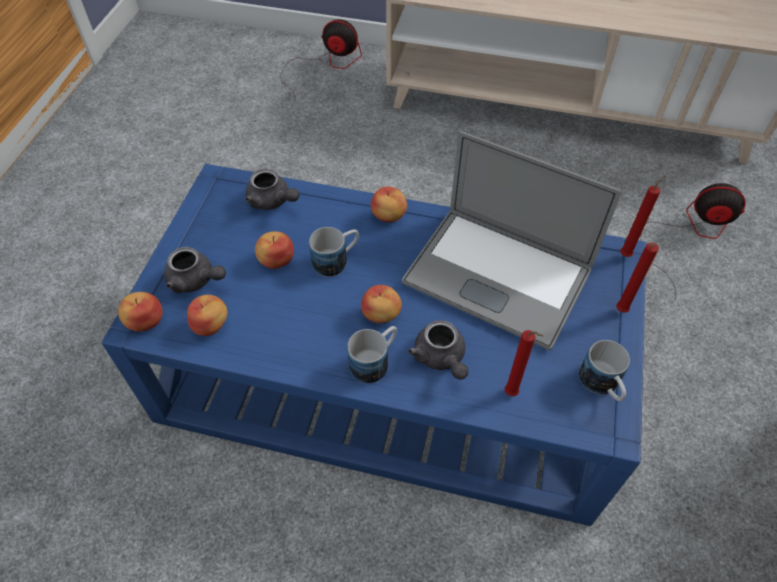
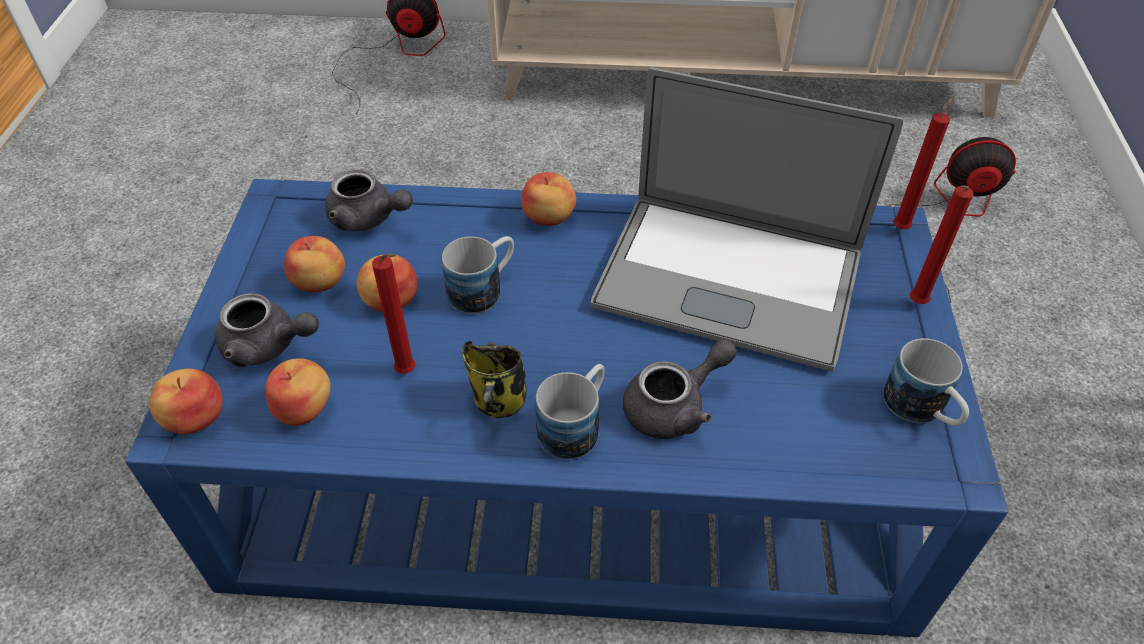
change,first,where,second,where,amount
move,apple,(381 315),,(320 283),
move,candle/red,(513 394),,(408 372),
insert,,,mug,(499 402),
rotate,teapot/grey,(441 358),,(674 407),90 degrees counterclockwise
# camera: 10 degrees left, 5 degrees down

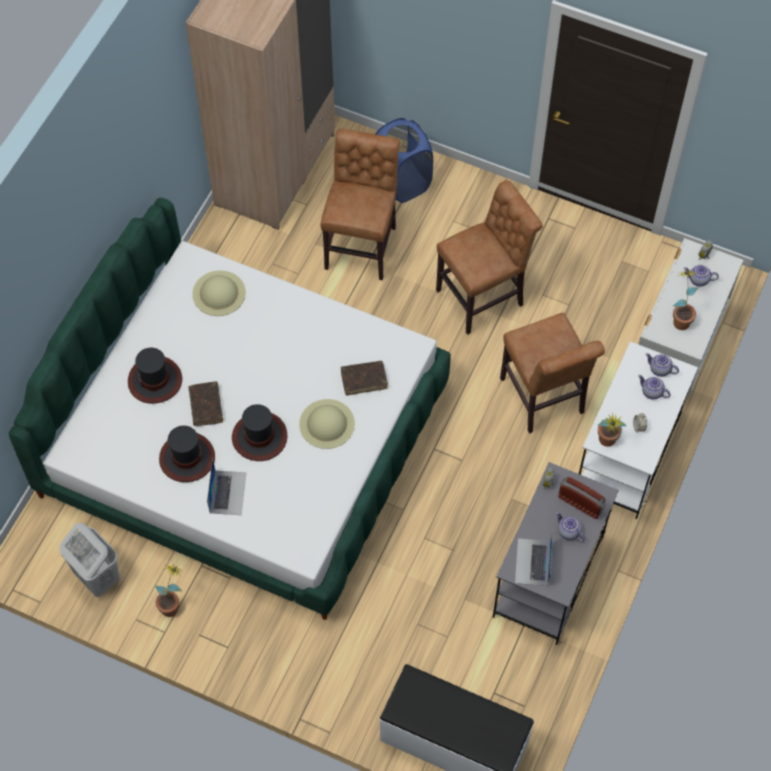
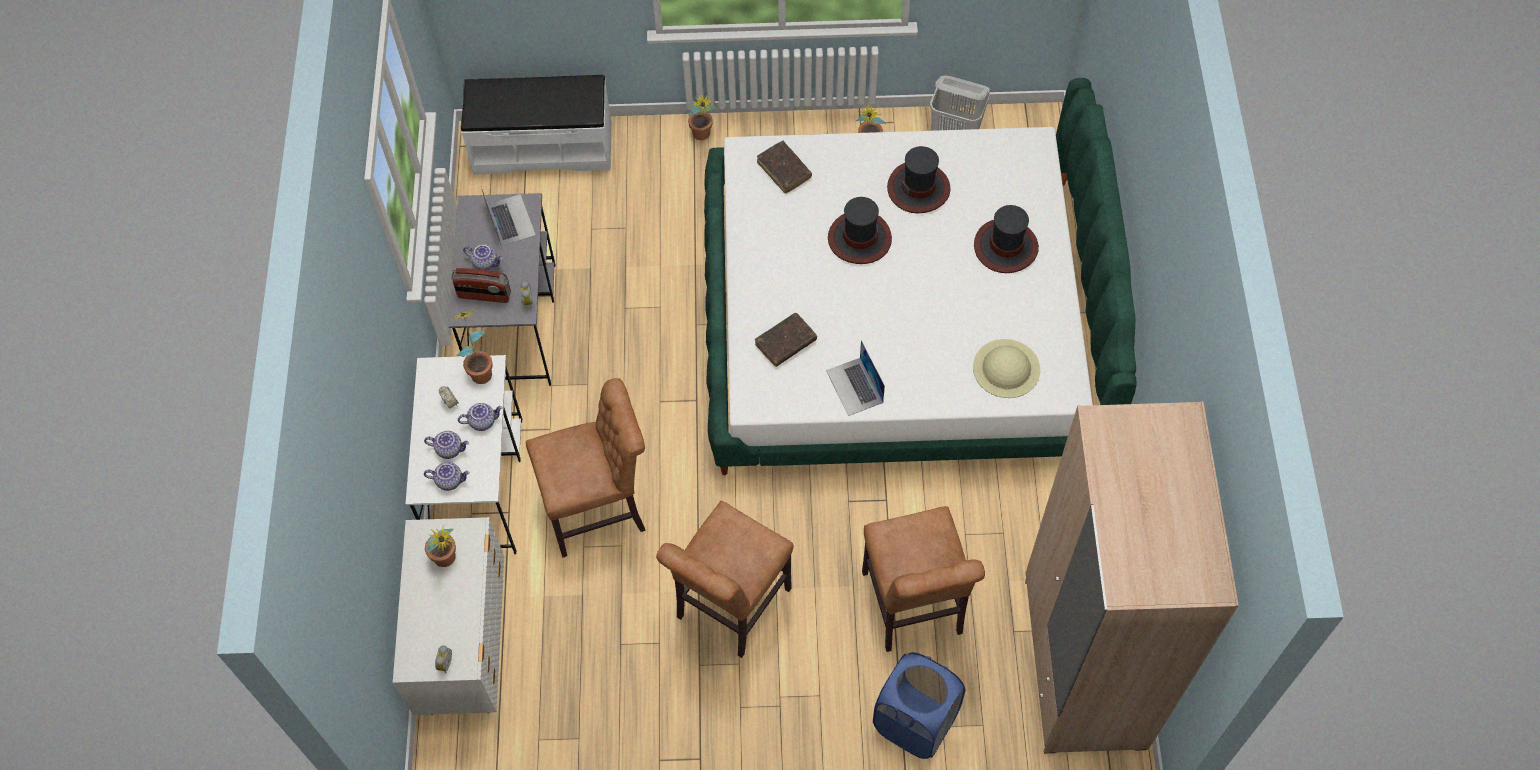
change,first,where,second,where,amount
move,teapot,(698 280),,(483 421),
rotate,chair/brown,(544 399),,(600 509),120 degrees clockwise
insert,,,potted plant,(702 137),
move,book/brown,(206 406),,(784 170),
move,laptop,(228 492),,(854 386),
delete,hat/beige,(327 423),,,
# camera: 155 degrees right, 0 degrees up

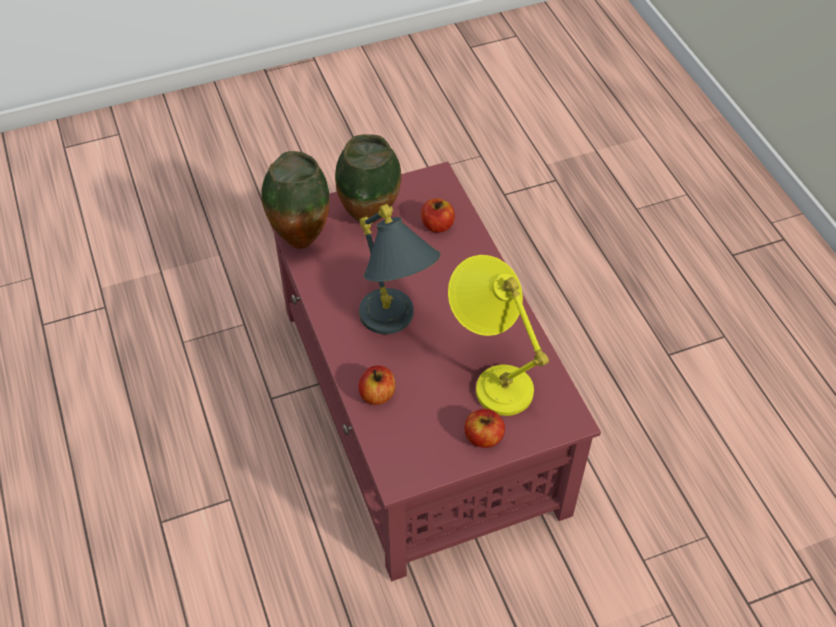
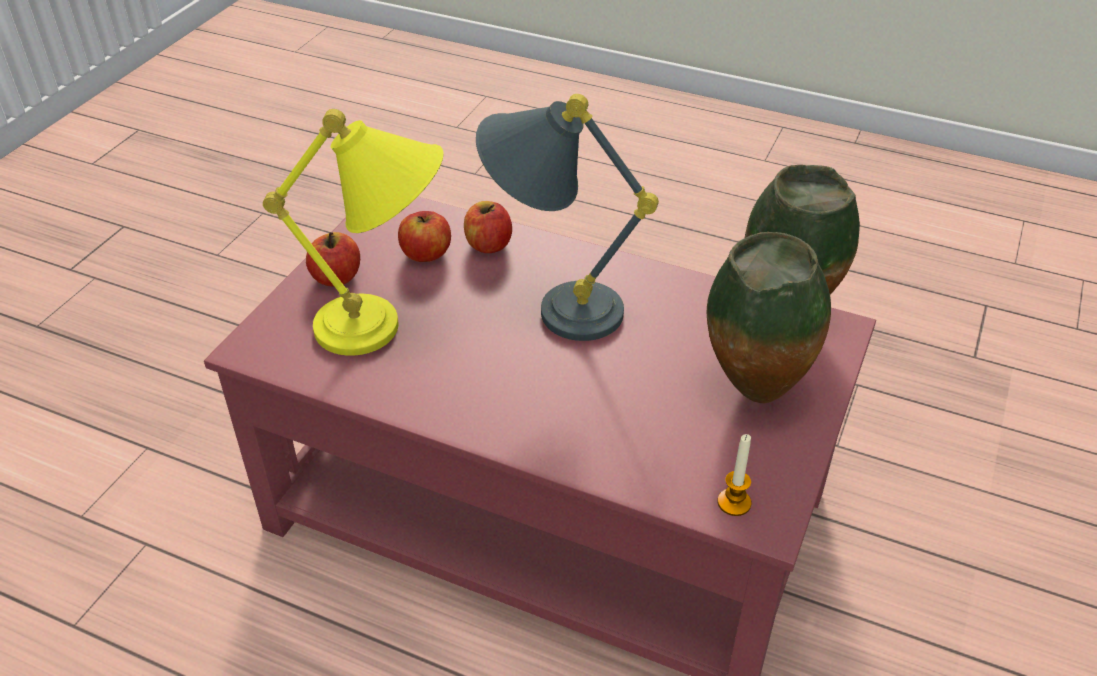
change,first,where,second,where,amount
move,apple,(437 225),,(426 254),
insert,,,candle,(734 503),
# camera: 135 degrees right, 10 degrees down

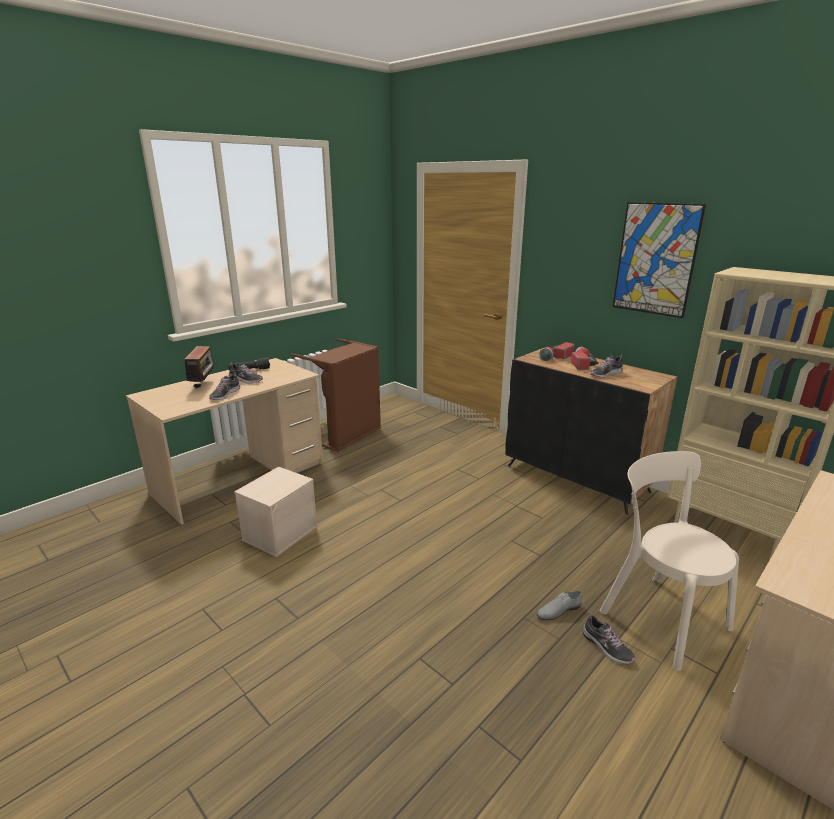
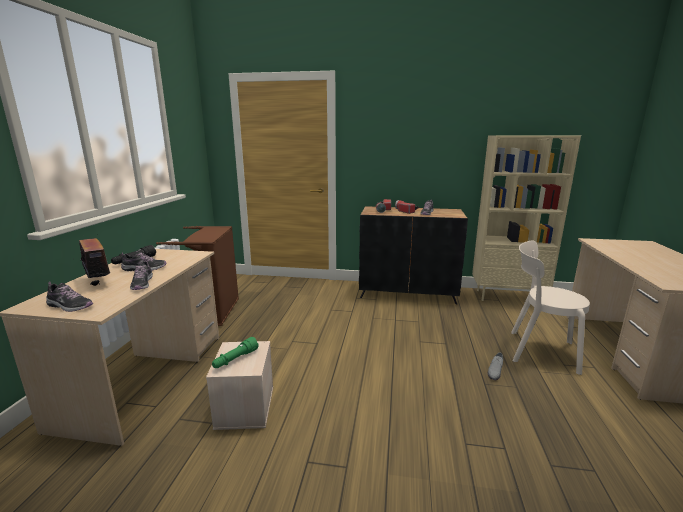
change,first,where,second,where,amount
move,shoe,(607 647),,(70 306),
insert,,,flashlight/green,(235 359),
delete,picture,(655 259),,,
# camera: 35 degrees left, 5 degrees down

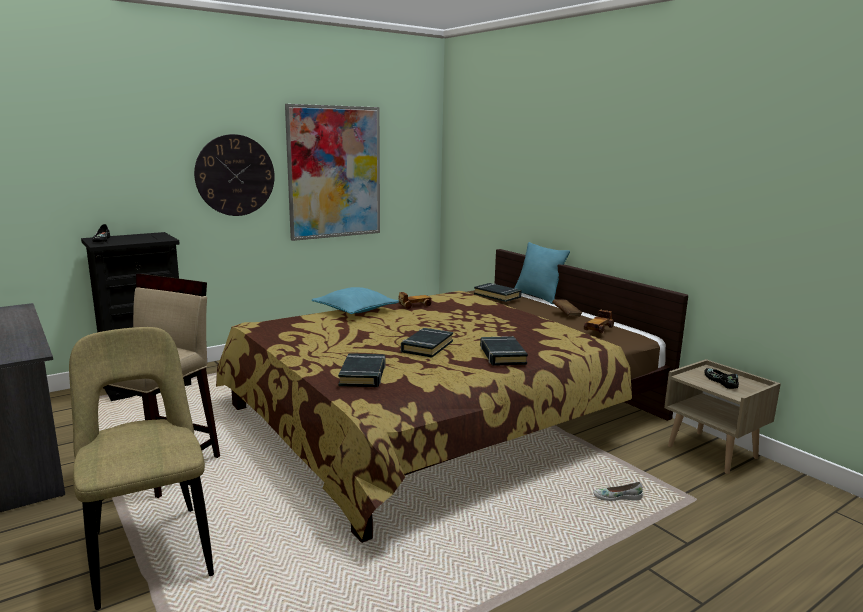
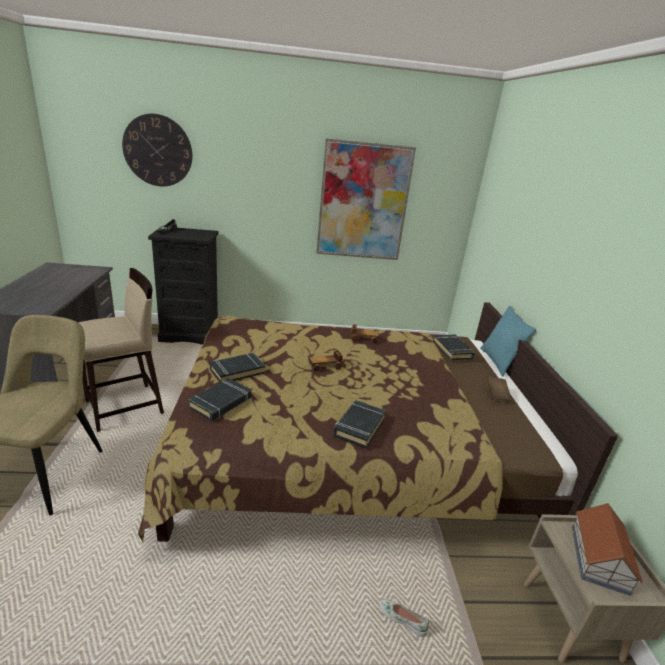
change,first,where,second,where,amount
move,wall clock,(235 175),,(158 151),
move,book/black,(427 346),,(237 371),
move,toy car,(598 328),,(325 366),
replace,shoe/black,(721 381),toy house,(598 559),
delete,pillow/turquoise,(355 310),,,
# camera: 30 degrees right, 10 degrees up

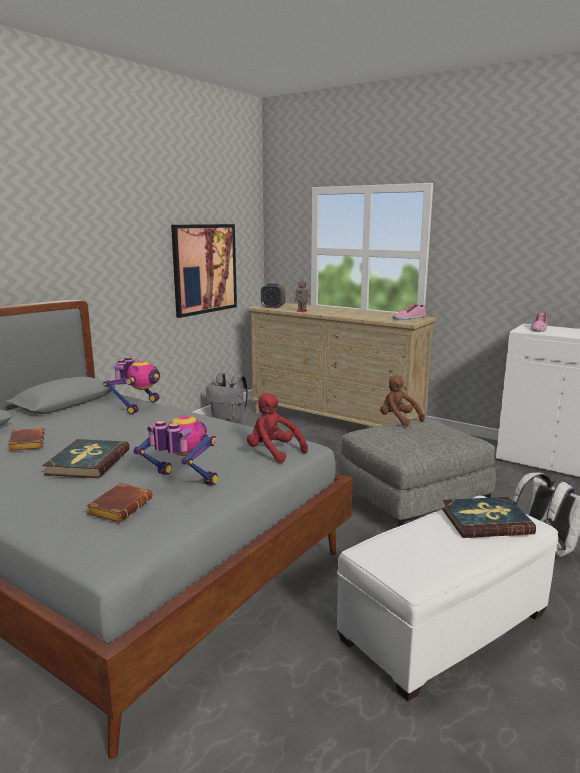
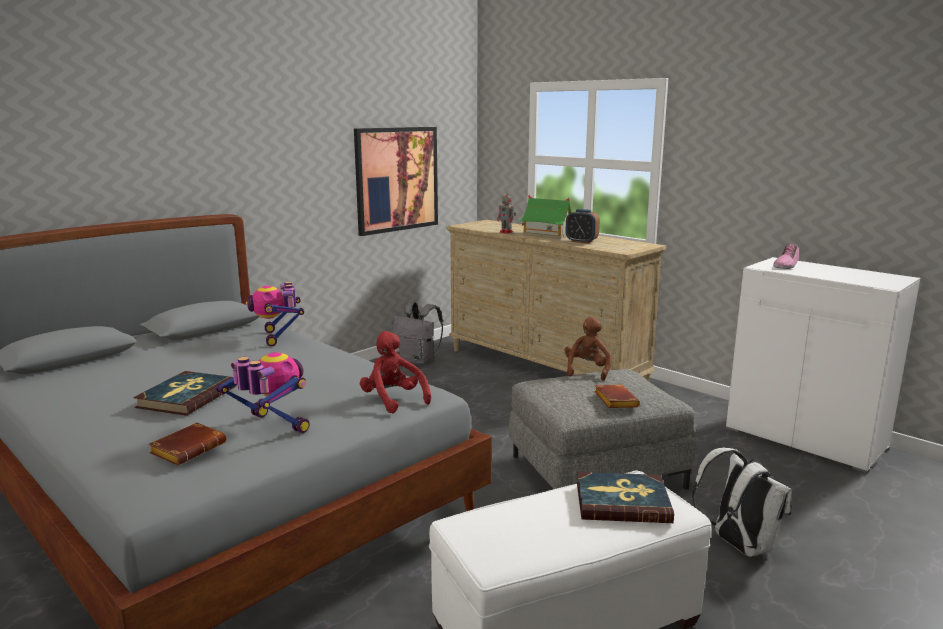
change,first,where,second,where,amount
rotate,toy robot,(138 406),,(278 337),135 degrees clockwise
insert,,,toy house,(547 234),
rotate,plush toy/brown,(398 420),,(587 370),45 degrees clockwise
move,alarm clock,(273 307),,(581 241),
move,book/brown,(26 443),,(614 400),
delete,shoe,(409 318),,,
# camera: 10 degrees right, 0 degrees up

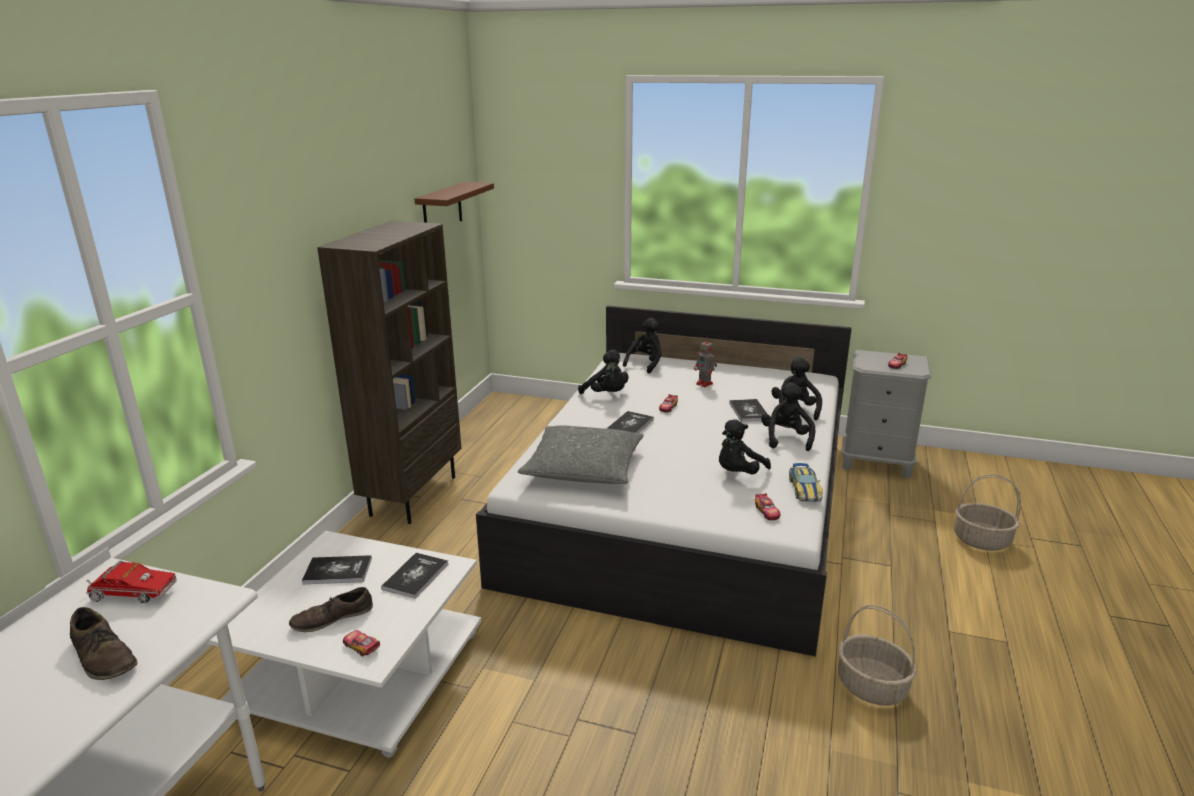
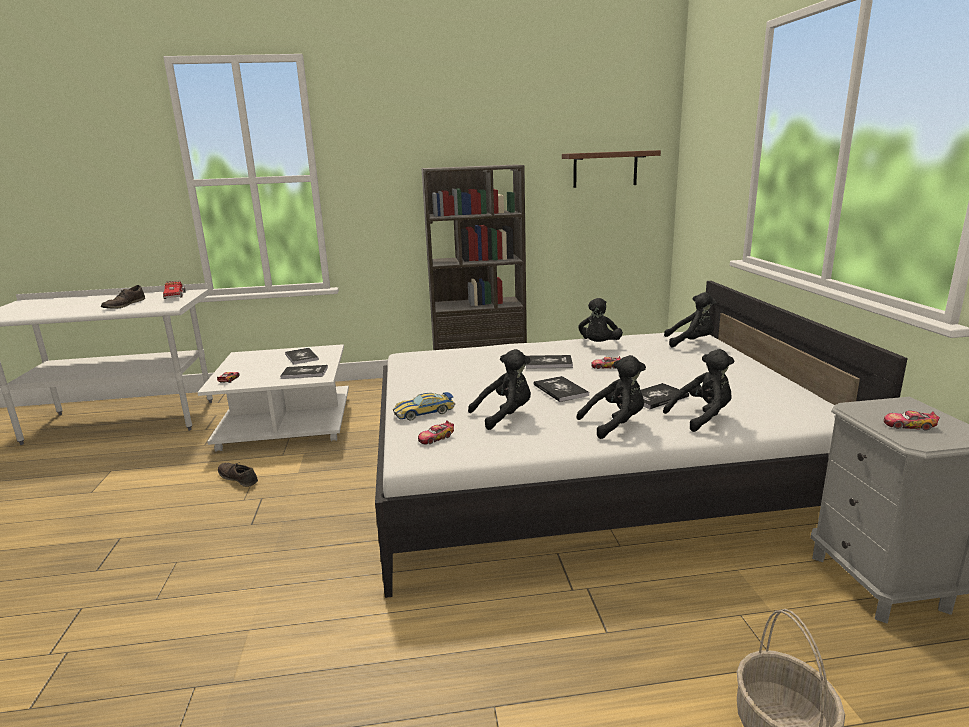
change,first,where,second,where,amount
move,shoe/brown,(332 618),,(238 478),
move,toy car,(804 489),,(424 412),
rotate,plush toy/black,(738 473),,(505 415),135 degrees clockwise
insert,,,book,(560 390),
delete,pillow/grey,(583 468),,,
delete,toy robot,(705 384),,,
delete,basket,(872 686),,,
# camera: 65 degrees right, 5 degrees down

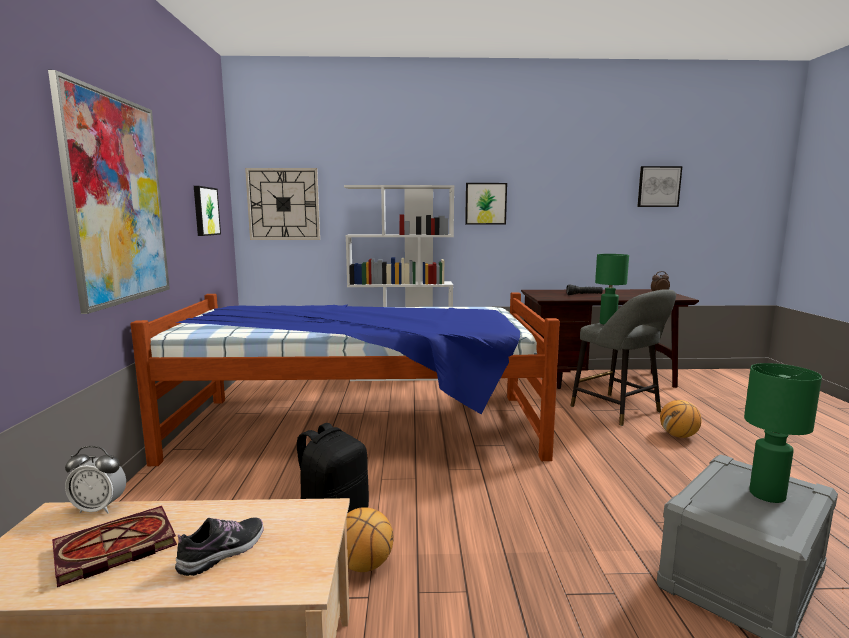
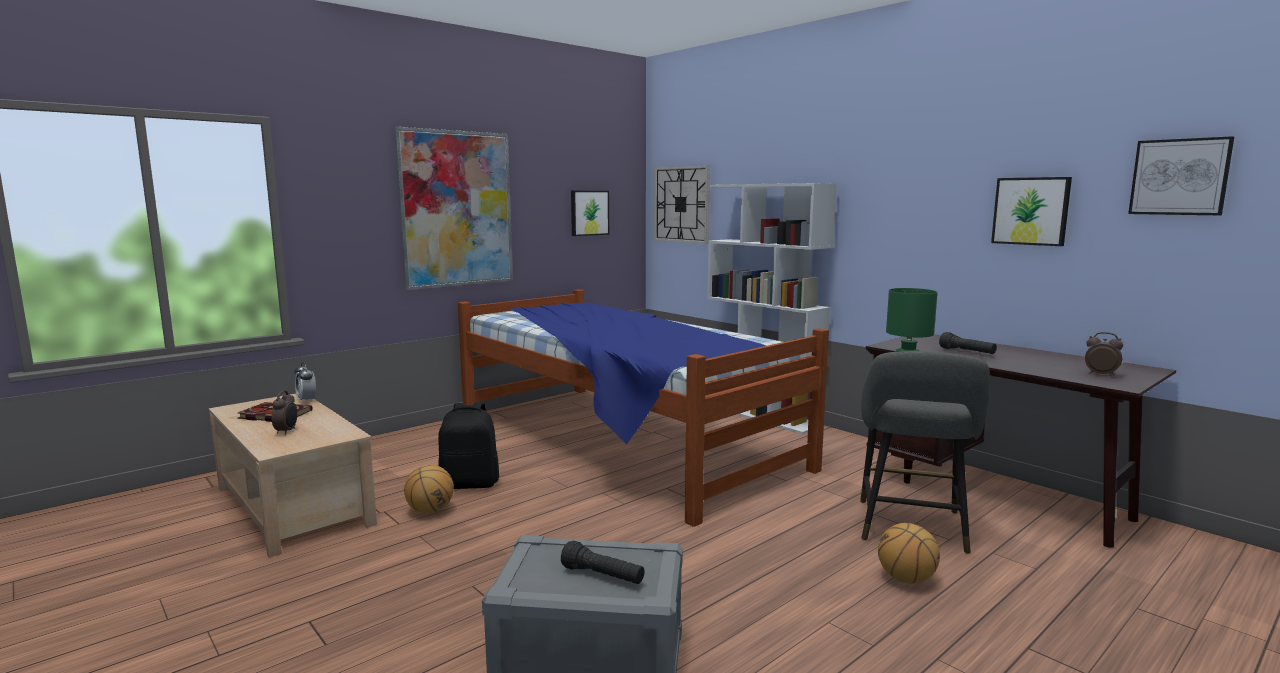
change,first,where,second,where,amount
replace,shoe,(223 552),alarm clock,(287 431),
replace,table lamp/green,(768 495),flashlight/black,(603 576),
move,picture,(485 203),,(1031 211),
# camera: 50 degrees right, 0 degrees up

